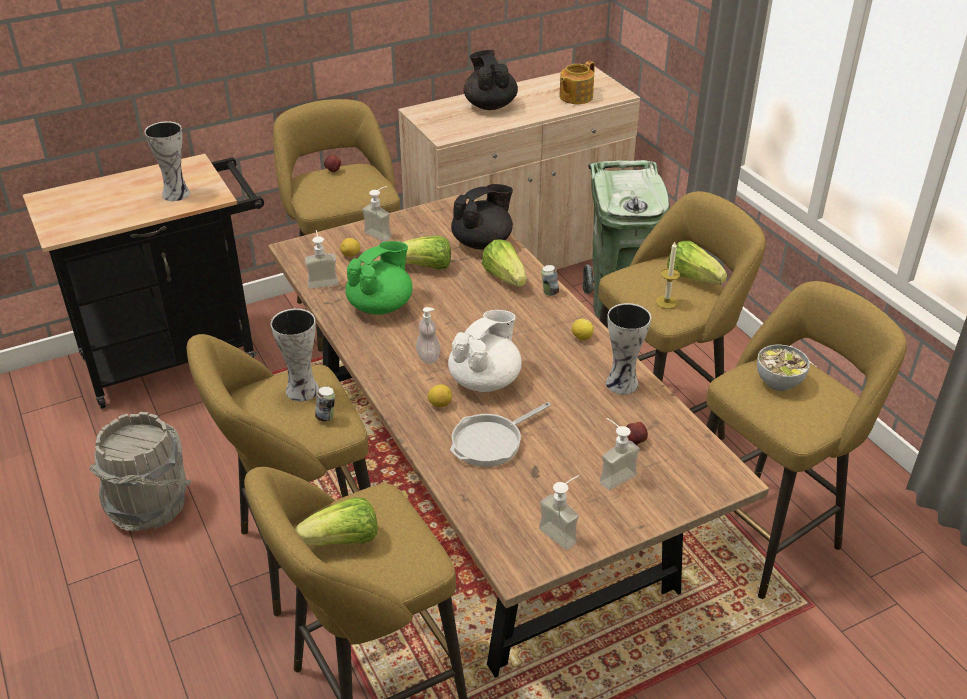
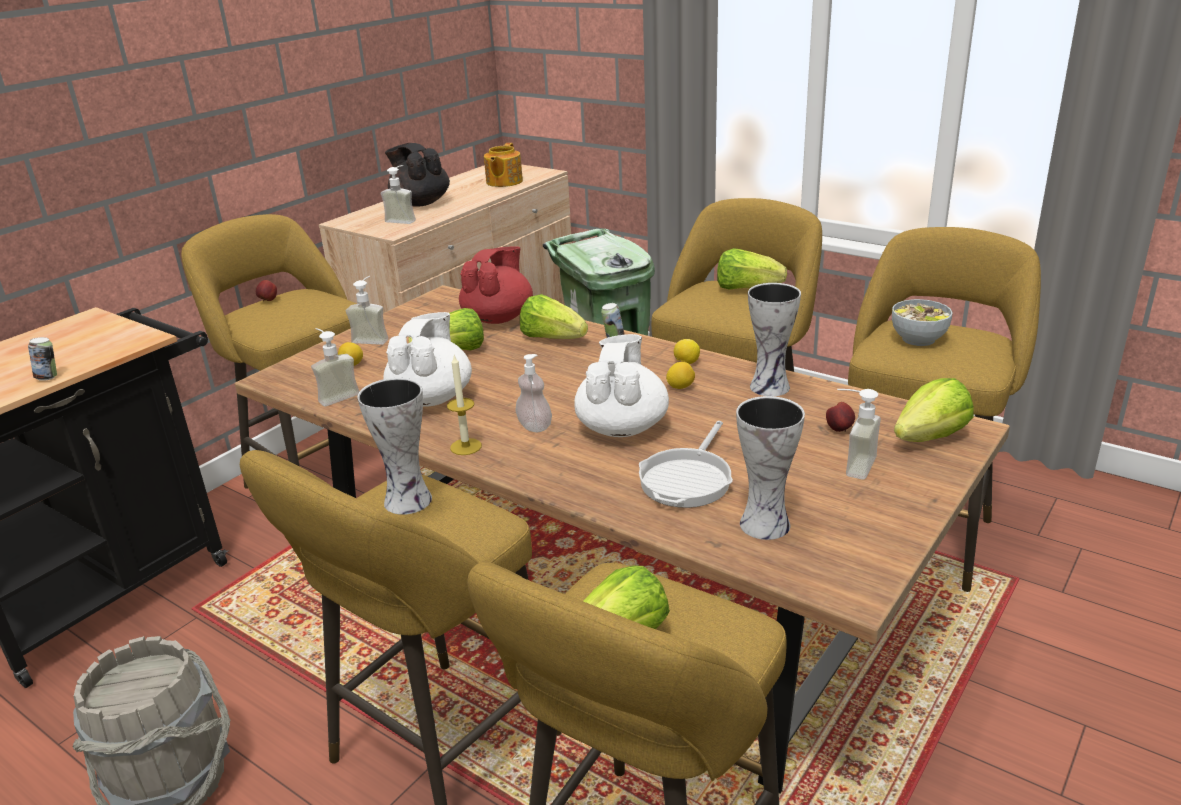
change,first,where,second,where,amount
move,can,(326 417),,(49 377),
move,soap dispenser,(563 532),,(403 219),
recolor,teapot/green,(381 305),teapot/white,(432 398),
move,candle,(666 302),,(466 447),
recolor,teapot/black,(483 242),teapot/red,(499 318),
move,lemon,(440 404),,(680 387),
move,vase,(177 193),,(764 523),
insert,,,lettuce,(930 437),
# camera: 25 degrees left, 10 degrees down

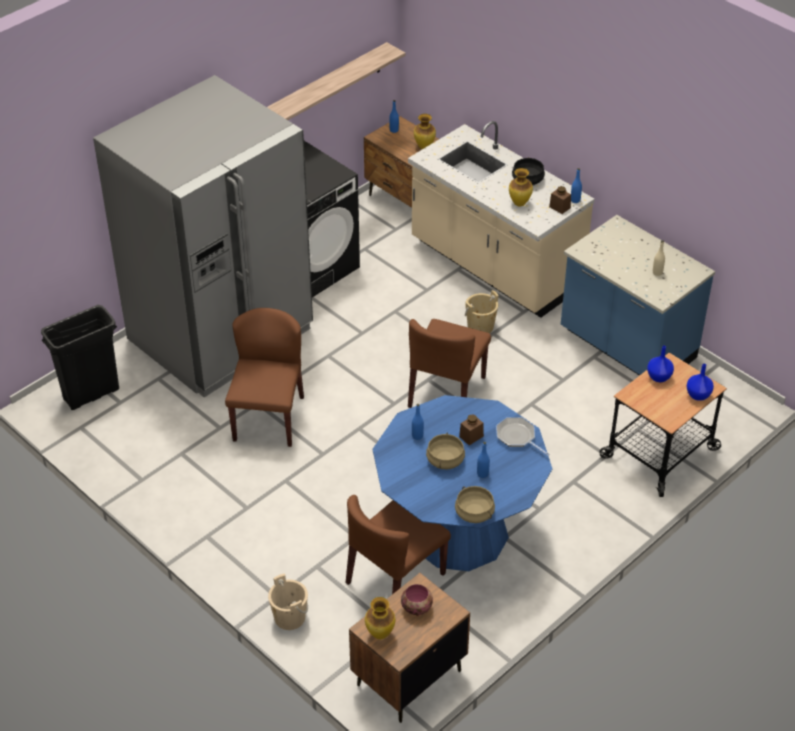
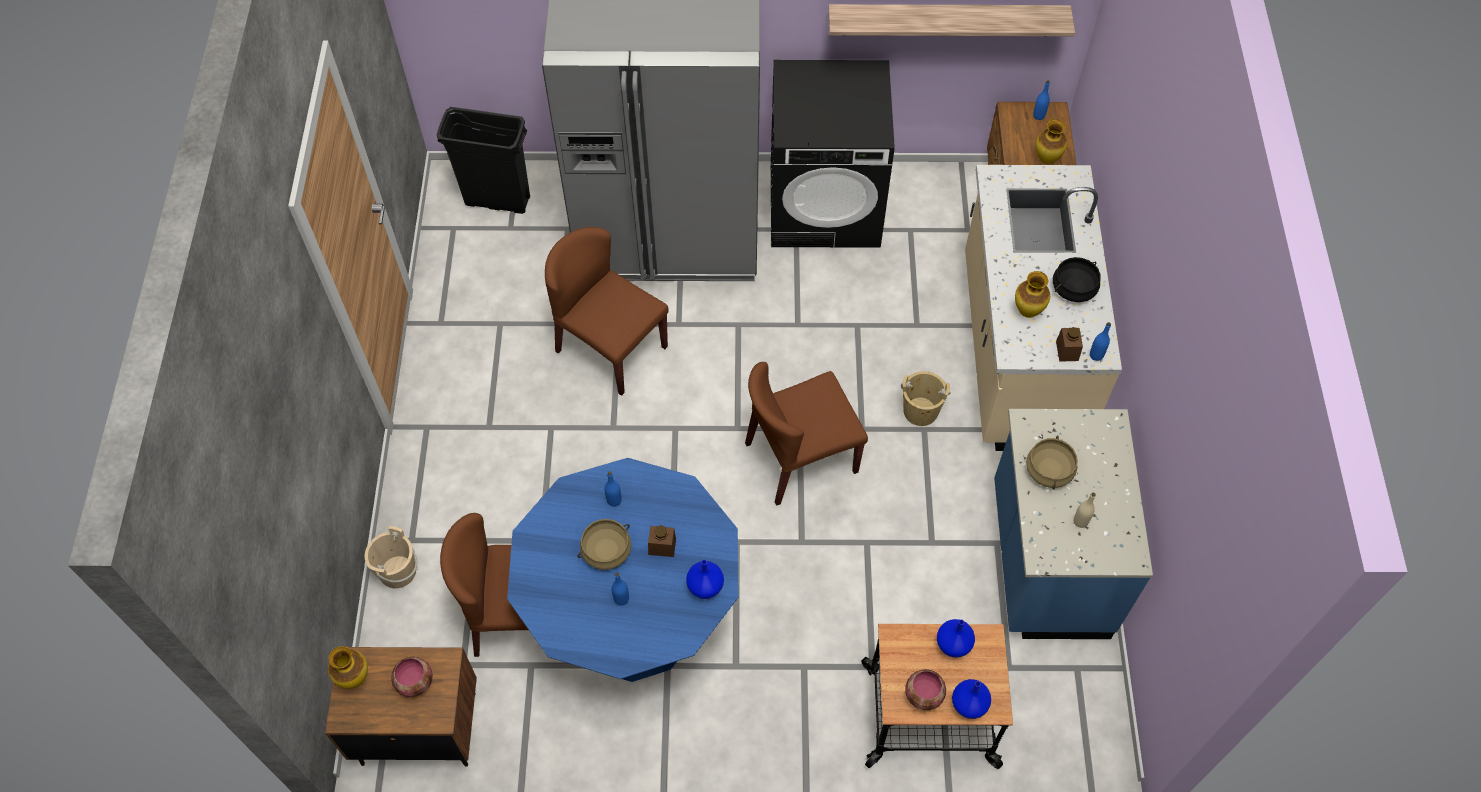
change,first,where,second,where,amount
rotate,chair/brown,(268 418),,(610 348),105 degrees counterclockwise
replace,frying pan,(517 437),vase/blue,(704 587),
insert,,,bowl,(924 696),
move,cooking pot/beige,(474 513),,(1049 470),
# camera: 45 degrees right, 15 degrees up

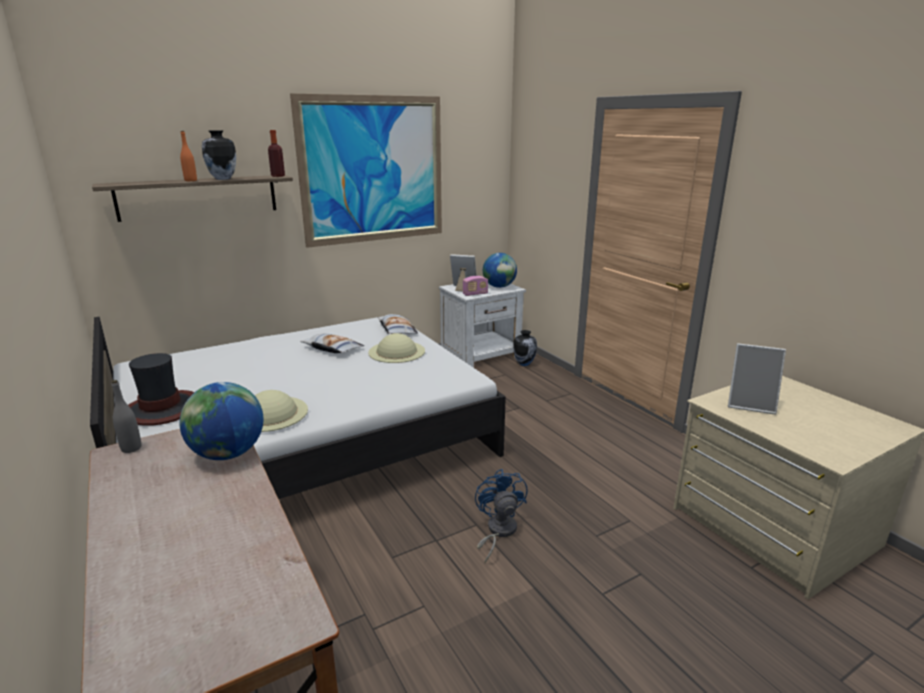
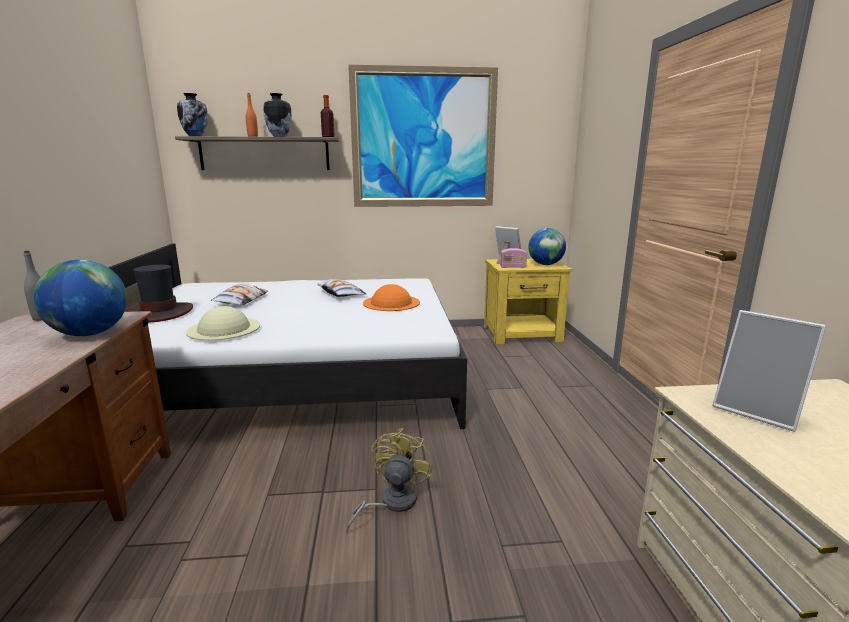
change,first,where,second,where,amount
move,vase,(524 364),,(196 136),
move,pillow,(396 329),,(241 300),
recolor,fan/blue,(498 531),fan/yellow,(391 503),
recolor,hat/beige,(397 351),hat/orange,(391 302),
recolor,nightstand/white,(481 354),nightstand/yellow,(523 334),
# camera: 25 degrees right, 5 degrees down

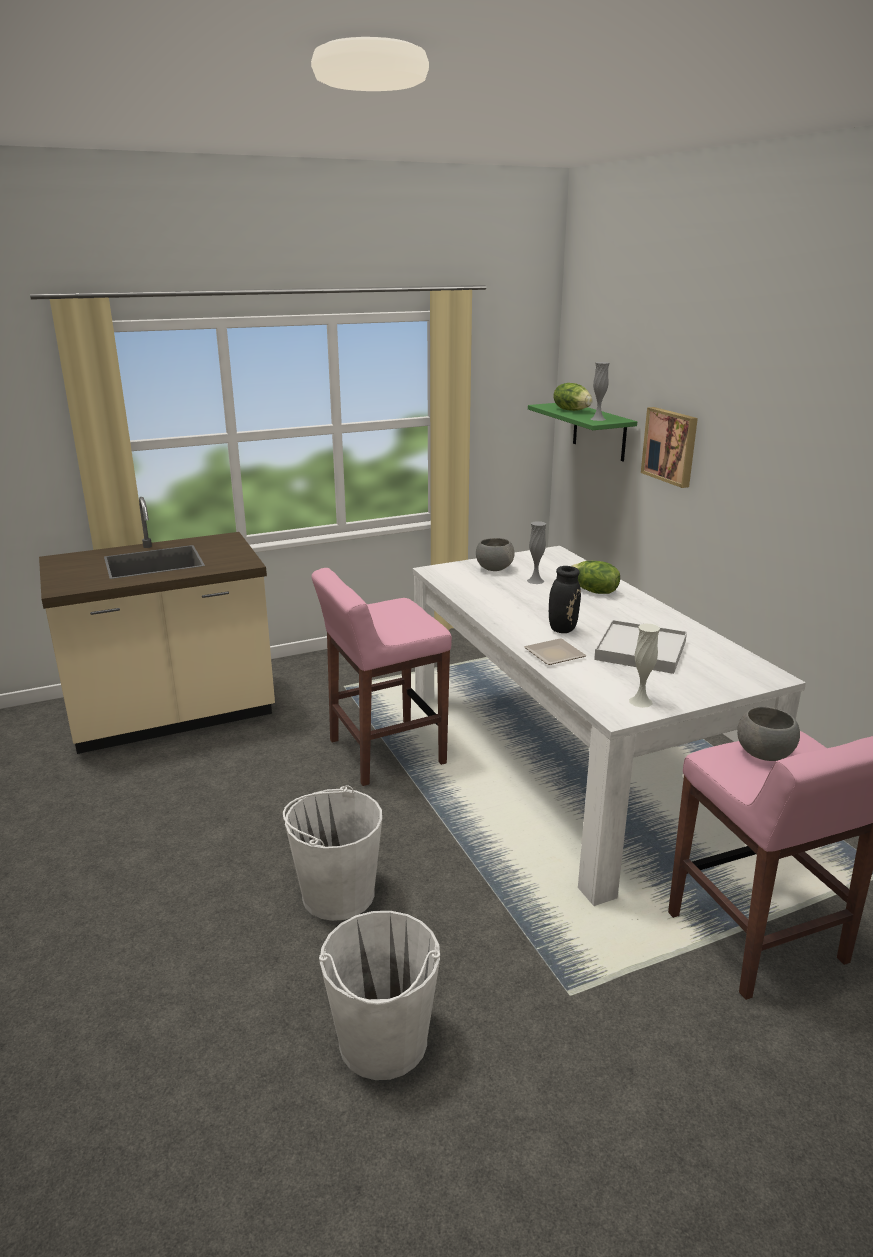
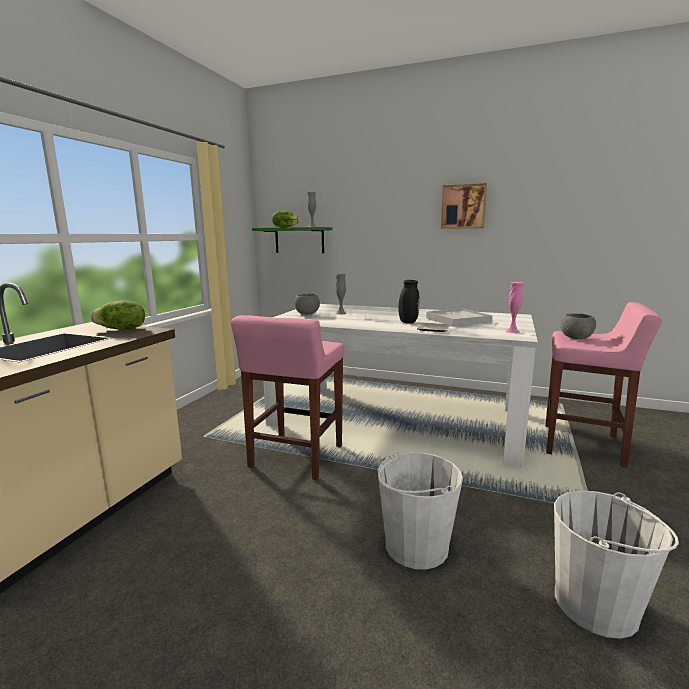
change,first,where,second,where,amount
move,lettuce,(593 591),,(122 329),
move,picture,(671 446),,(463 207),
recolor,vase/white,(640 701),vase/pink,(512 331),
# camera: 45 degrees left, 10 degrees down

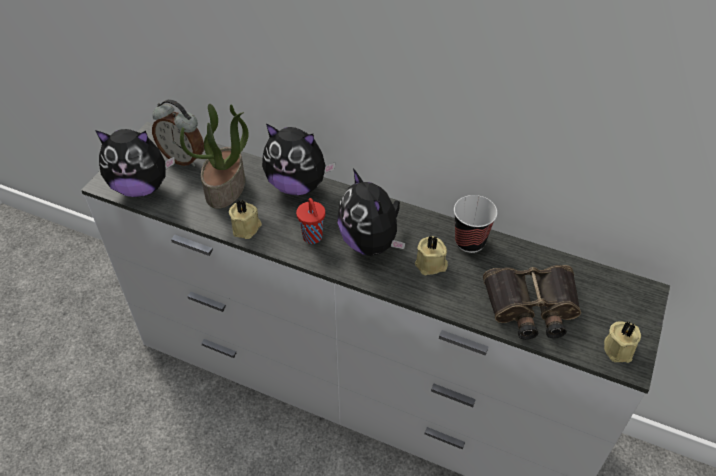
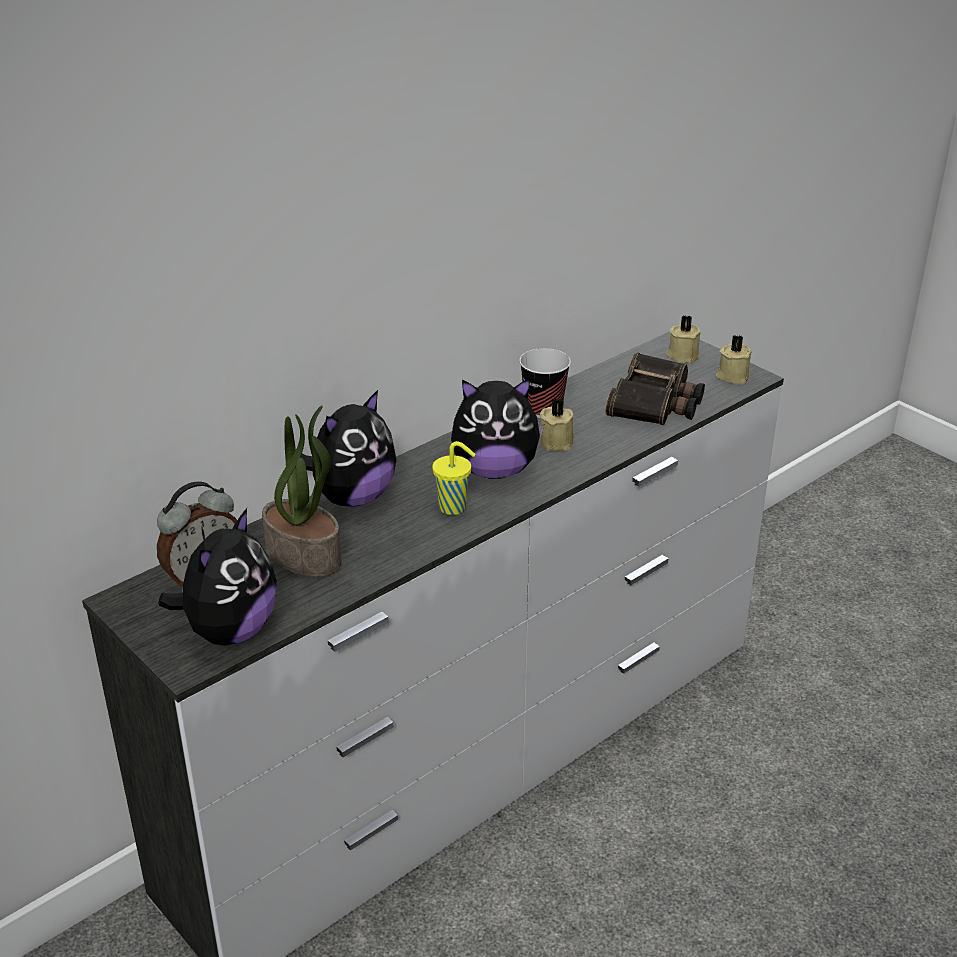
change,first,where,second,where,amount
recolor,cup/red,(313 238),cup/yellow,(454 508),
move,candle/beige,(247 228),,(683 355),
# camera: 65 degrees left, 15 degrees down

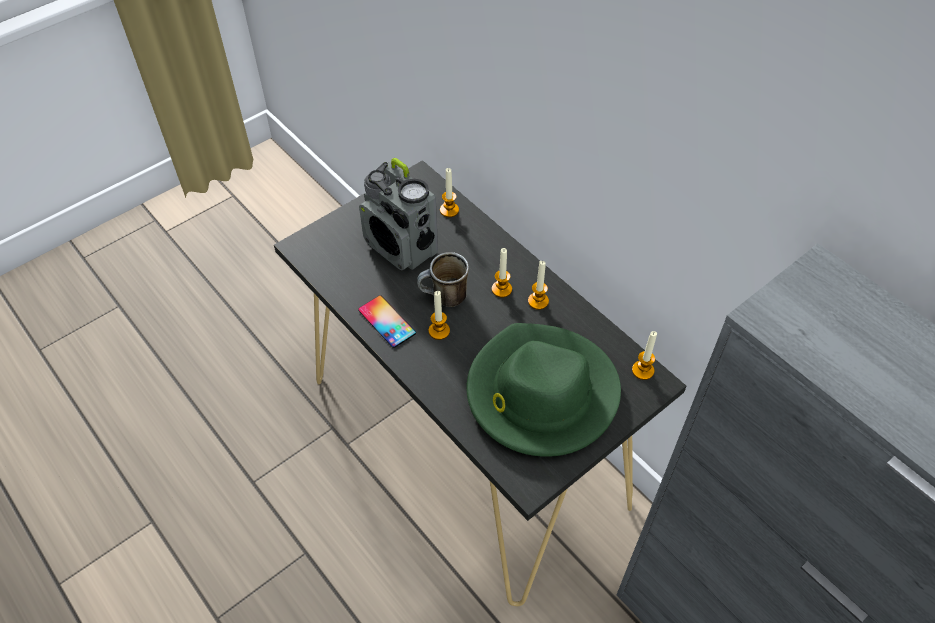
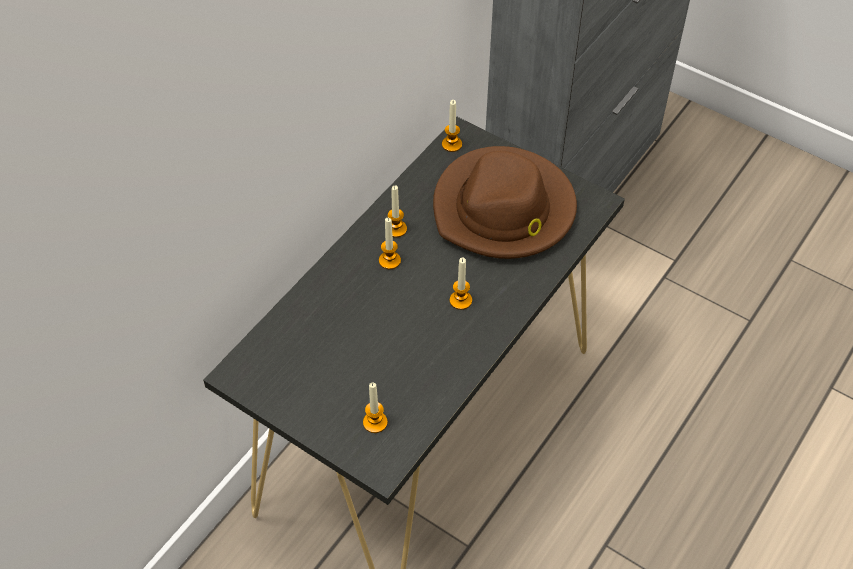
change,first,where,second,where,amount
move,candle,(449 210),,(375 422),
recolor,hat/green,(540 393),hat/brown,(504 209),
delete,phone,(387 321),,,
delete,radio,(401 247),,,
delete,mug,(444 299),,,
# camera: 105 degrees left, 0 degrees up

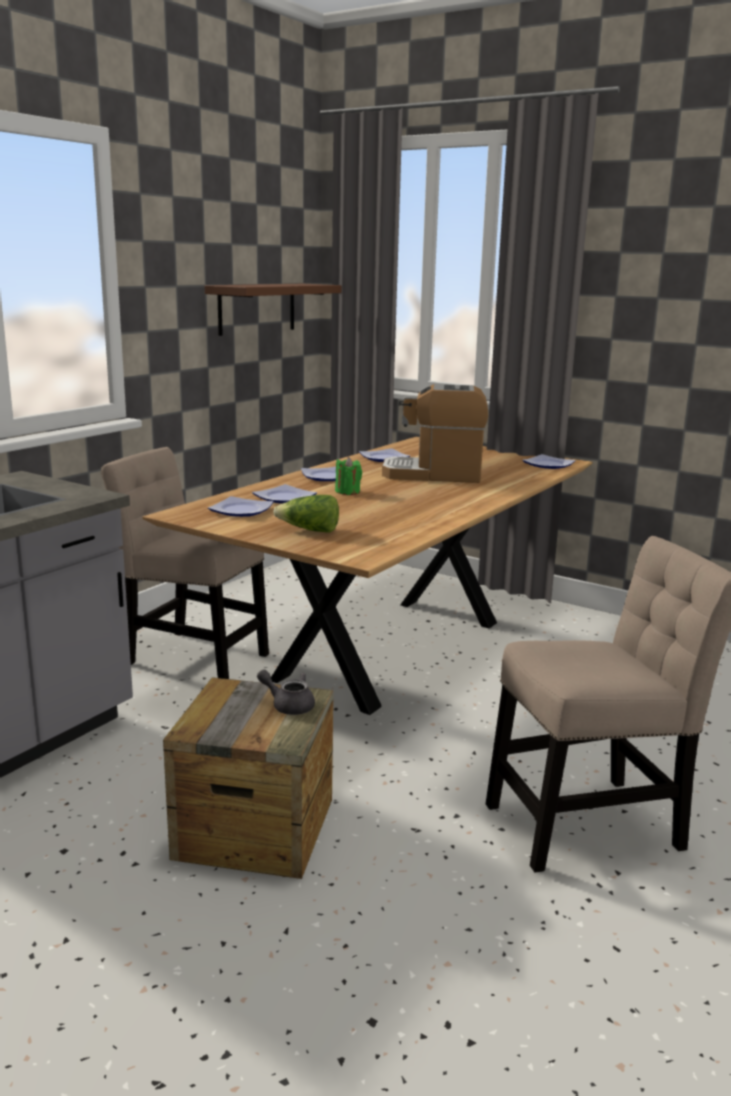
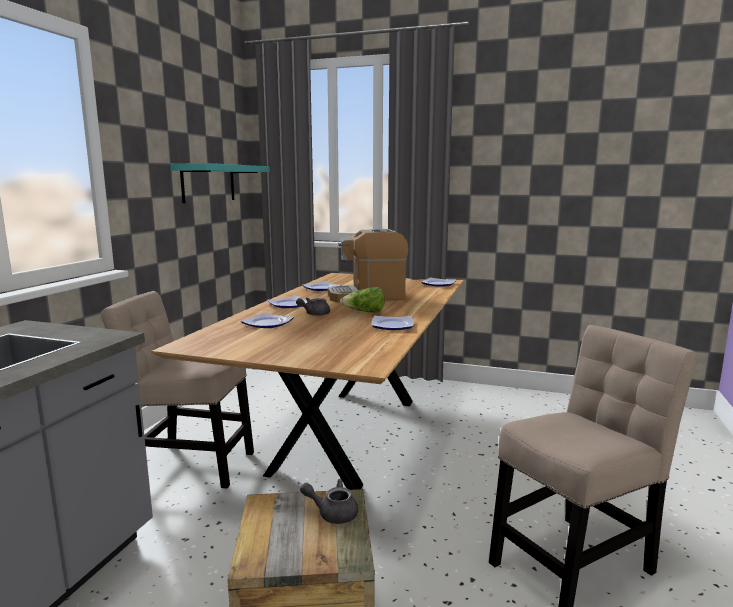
change,first,where,second,where,amount
recolor,shelf/brown,(257 308),shelf/turquoise,(208 183),
replace,candle/green,(347 492),teapot/grey,(314 314),
move,lettuce,(309 530),,(364 312),
move,plate,(241 511),,(393 326),
# camera: 15 degrees left, 5 degrees down

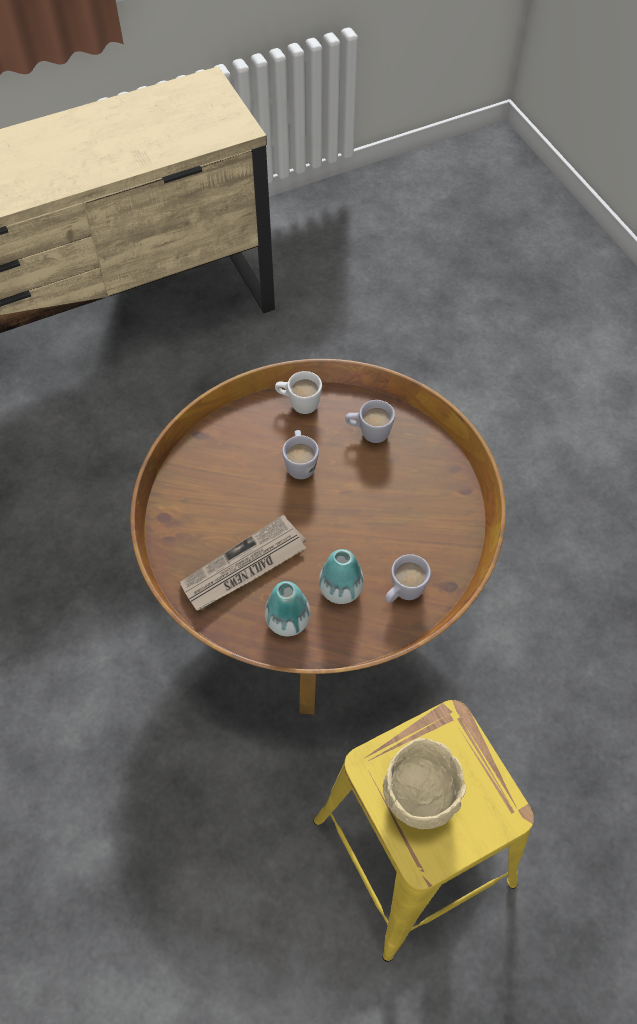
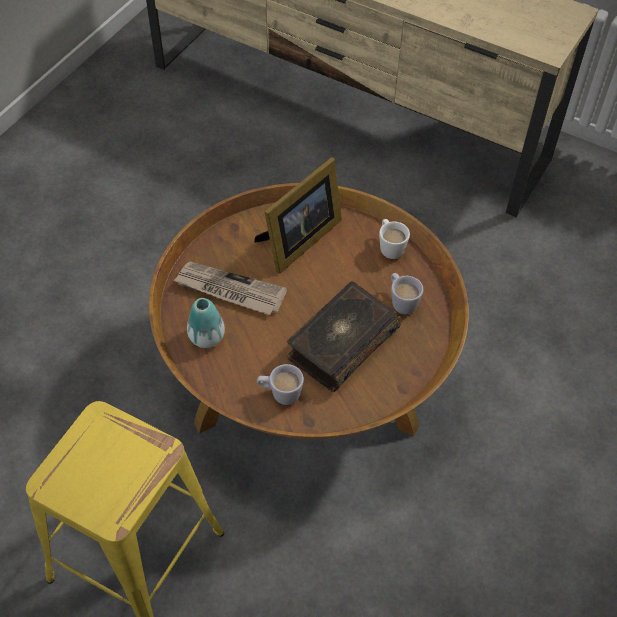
change,first,where,second,where,amount
insert,,,picture frame,(298 241),
insert,,,book,(341 343),
delete,mug/white,(300 463),,,
delete,vase,(340 589),,,
delete,bowl/beige,(417 798),,,
# camera: 55 degrees right, 5 degrees down

